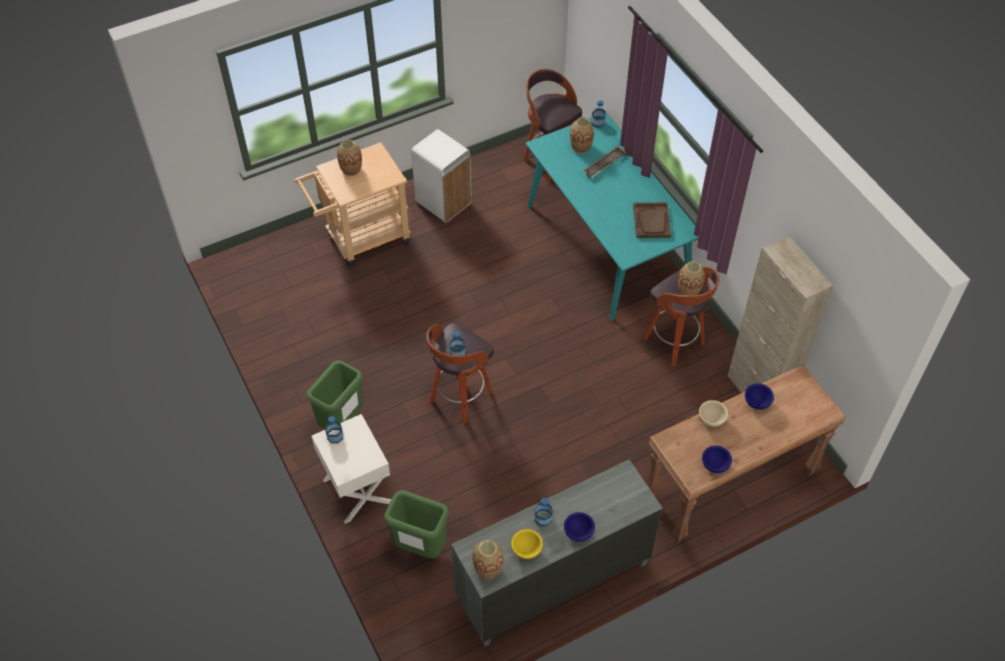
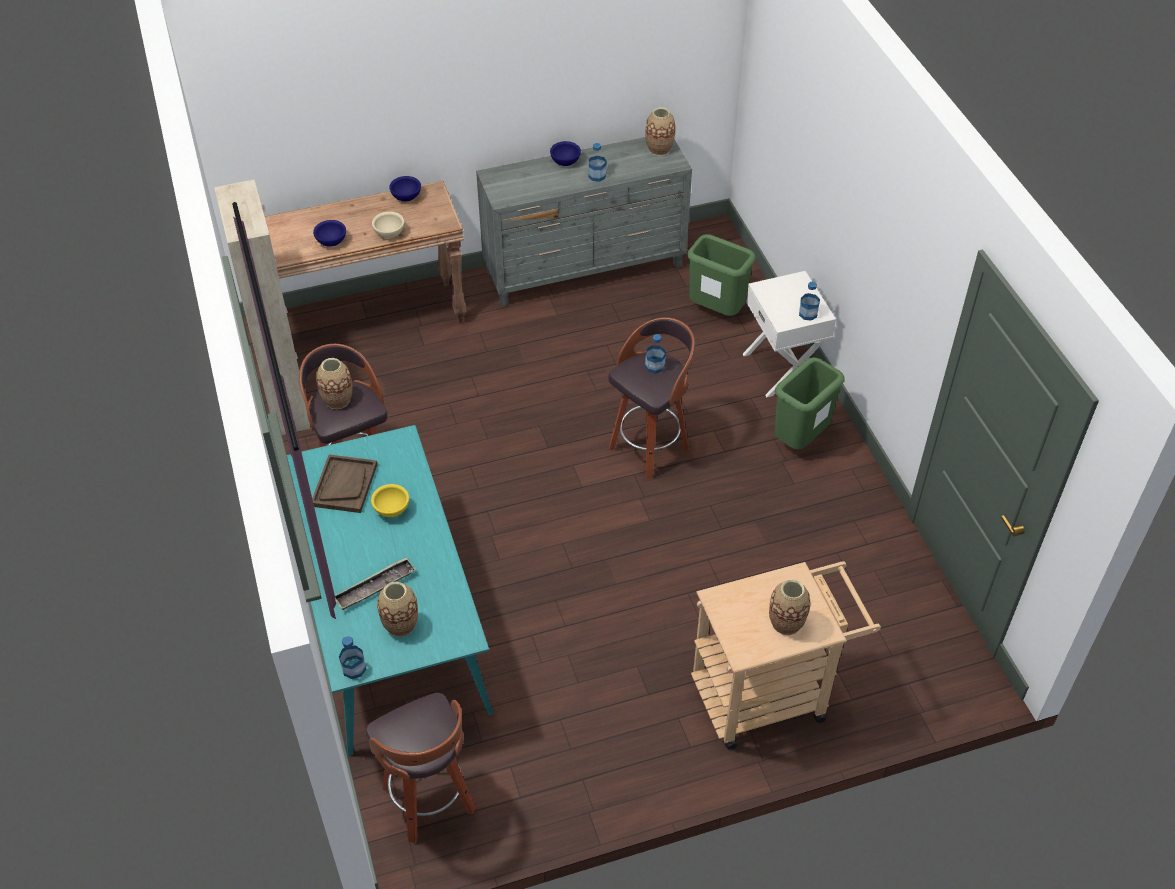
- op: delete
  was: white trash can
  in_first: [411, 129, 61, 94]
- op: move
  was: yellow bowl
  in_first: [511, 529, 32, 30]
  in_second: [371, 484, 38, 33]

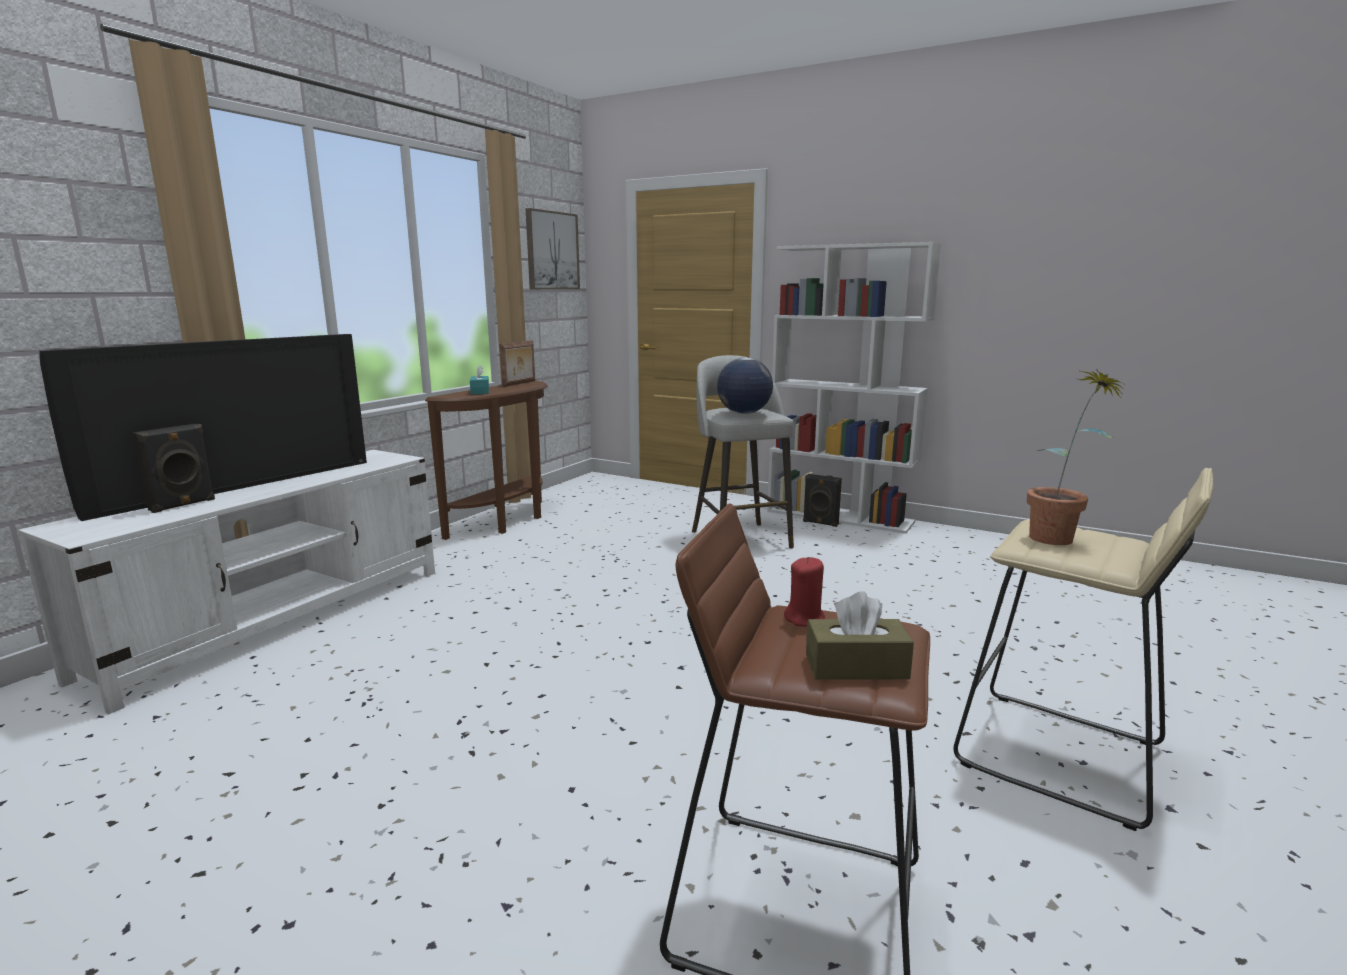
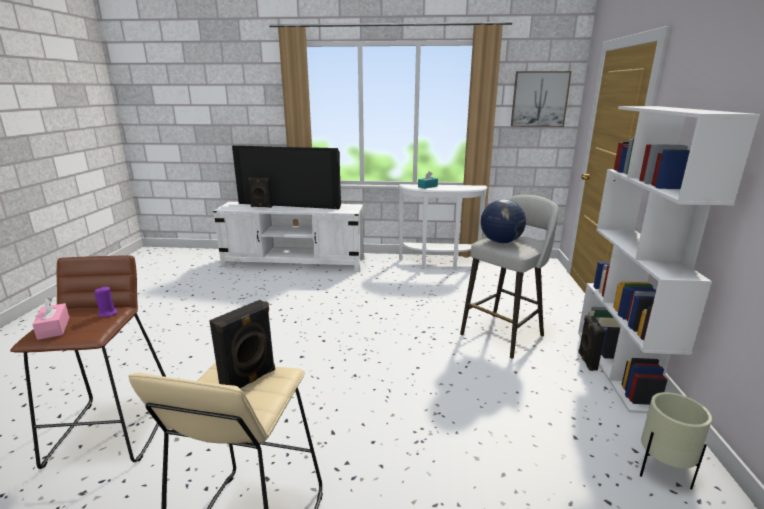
- op: recolor
  was: brown console table
  now: white console table
  in_first: [425, 380, 122, 160]
  in_second: [398, 184, 89, 86]
- op: delete
  was: picture frame
  in_first: [499, 340, 36, 47]
- op: recolor
  was: red candle
  now: purple candle
  in_first: [784, 557, 41, 69]
  in_second: [94, 286, 24, 31]
- op: recolor
  was: brown tissue box
  now: pink tissue box
  in_first: [806, 591, 108, 89]
  in_second: [32, 298, 38, 42]
- op: replace
  was: potted plant
  now: black speaker
  in_first: [1027, 369, 99, 176]
  in_second: [209, 300, 66, 88]
- op: insert
  now: beige planter
  in_second: [640, 392, 72, 98]

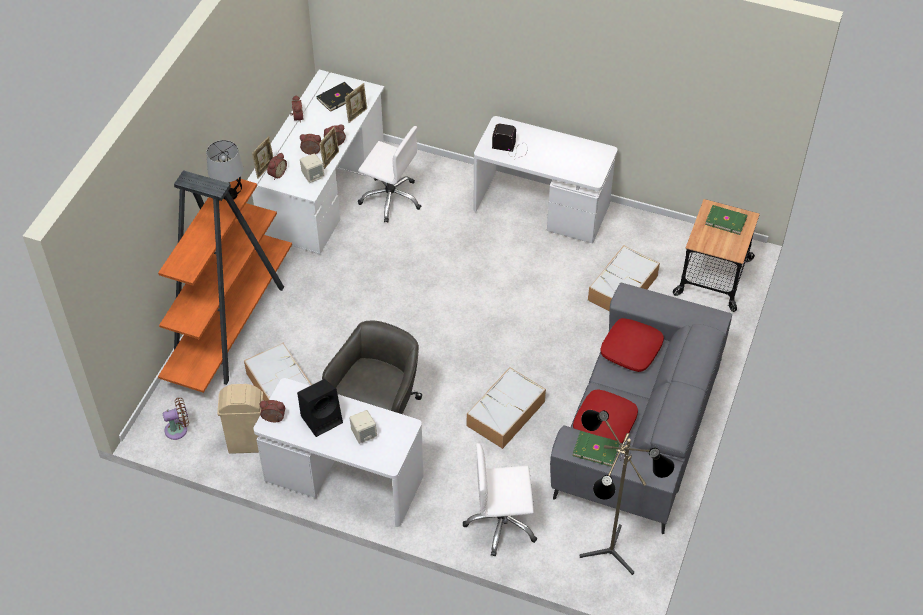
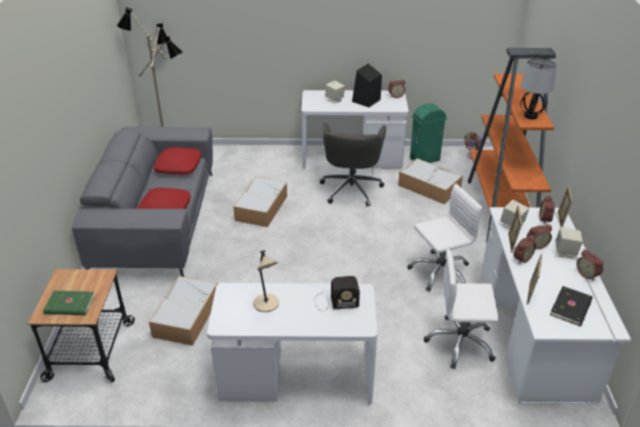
- op: recolor
  was: beige trash can
  now: green trash can
  in_first: [217, 384, 46, 70]
  in_second: [410, 103, 37, 60]
- op: move
  was: white office chair
  in_first: [463, 443, 74, 113]
  in_second: [407, 184, 76, 108]
- op: delete
  was: green book
  in_first: [572, 431, 47, 36]
- op: insert
  now: beige table lamp
  in_second: [253, 250, 26, 62]
- op: insert
  now: beige speaker
  in_second: [555, 227, 28, 31]

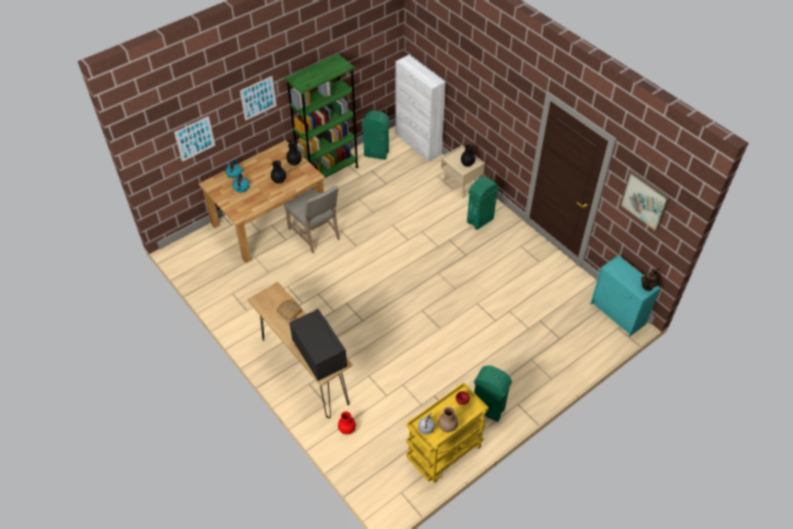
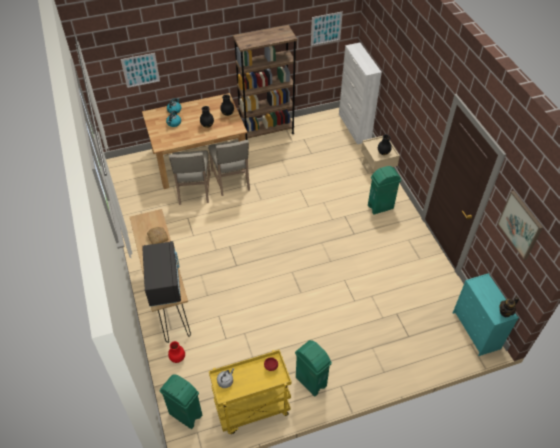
- op: move
  was: picture
  in_first: [240, 76, 37, 45]
  in_second: [311, 12, 32, 34]
- op: recolor
  was: green bookcase
  now: brown bookcase
  in_first: [285, 53, 73, 136]
  in_second: [233, 25, 64, 115]
- op: move
  was: green trash can
  in_first: [362, 110, 28, 50]
  in_second: [160, 374, 42, 55]
- op: delete
  was: brown vase
  in_first: [438, 407, 20, 25]
- op: insert
  now: beige chair
  in_second: [169, 150, 42, 55]

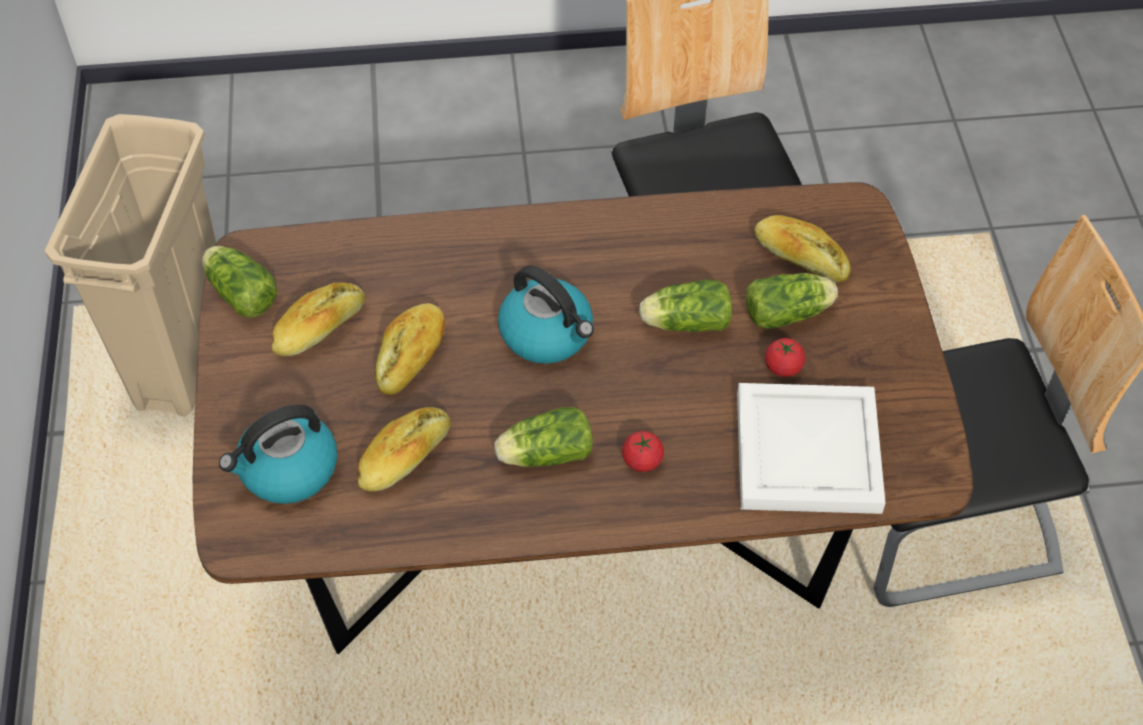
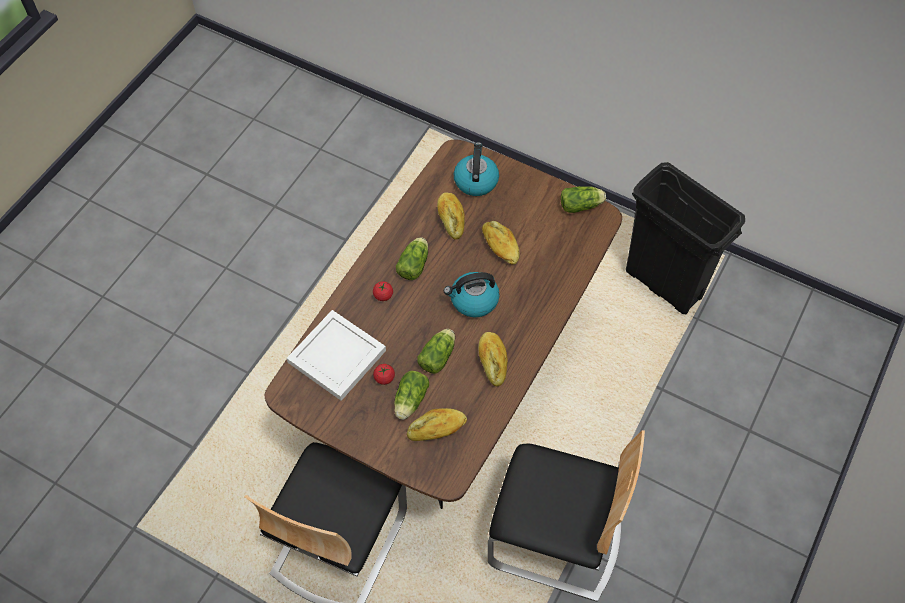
- op: recolor
  was: beige trash can
  now: black trash can
  in_first: [45, 114, 171, 303]
  in_second: [626, 162, 119, 152]
- op: move
  was: bread
  in_first: [271, 282, 94, 74]
  in_second: [479, 332, 28, 55]

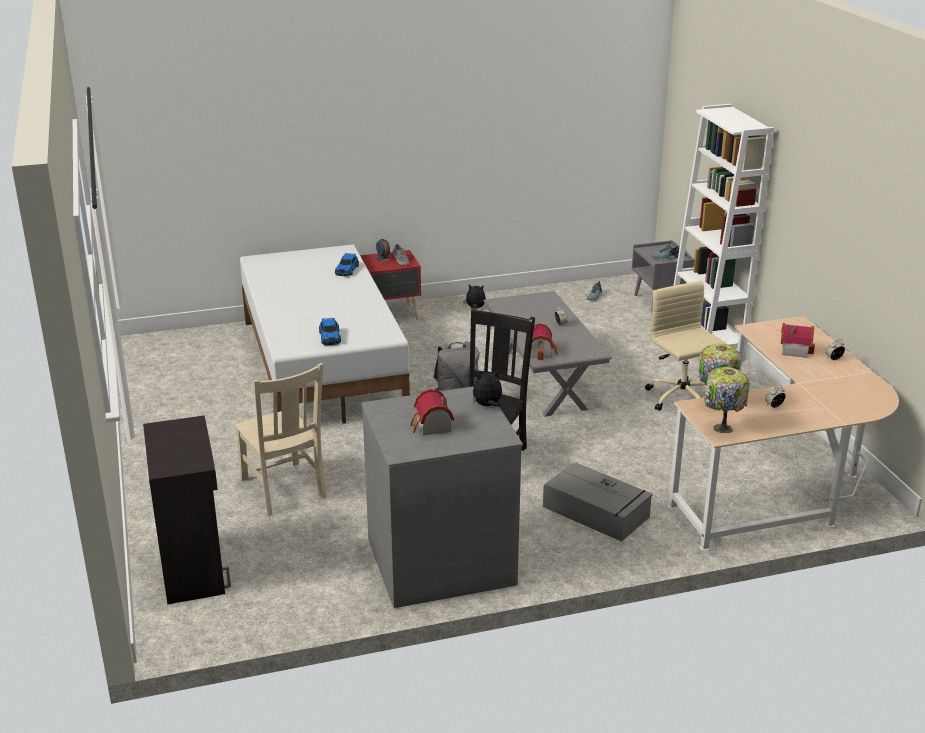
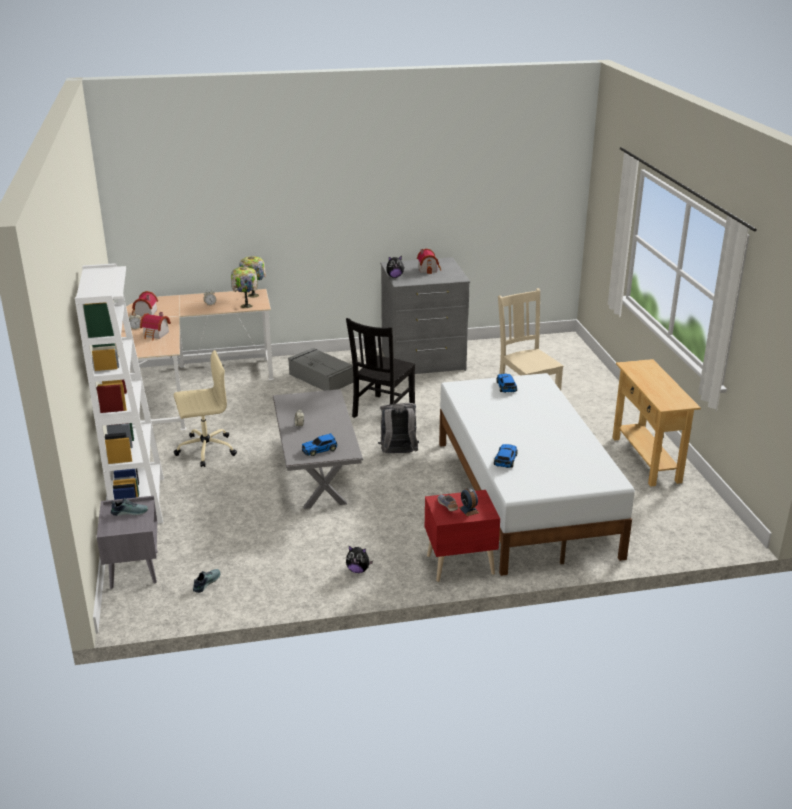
- op: delete
  was: black cabinet
  in_first: [143, 415, 88, 189]
- op: move
  was: toy house
  in_first: [526, 323, 32, 37]
  in_second: [132, 291, 26, 26]
- op: rotate
  was: beige office chair
  in_first: [645, 281, 81, 130]
  in_second: [174, 350, 63, 117]
  clockwise: -90
- op: insert
  now: toy car
  in_second: [302, 433, 36, 23]
- op: insert
  now: beige console table
  in_second: [612, 359, 89, 128]

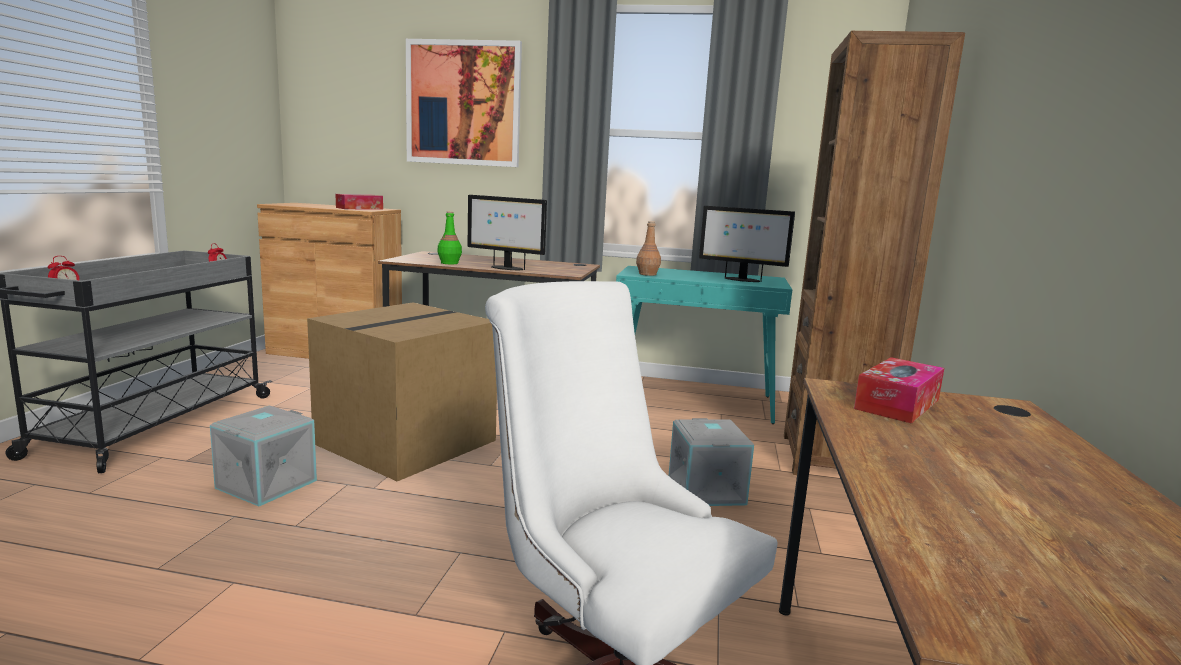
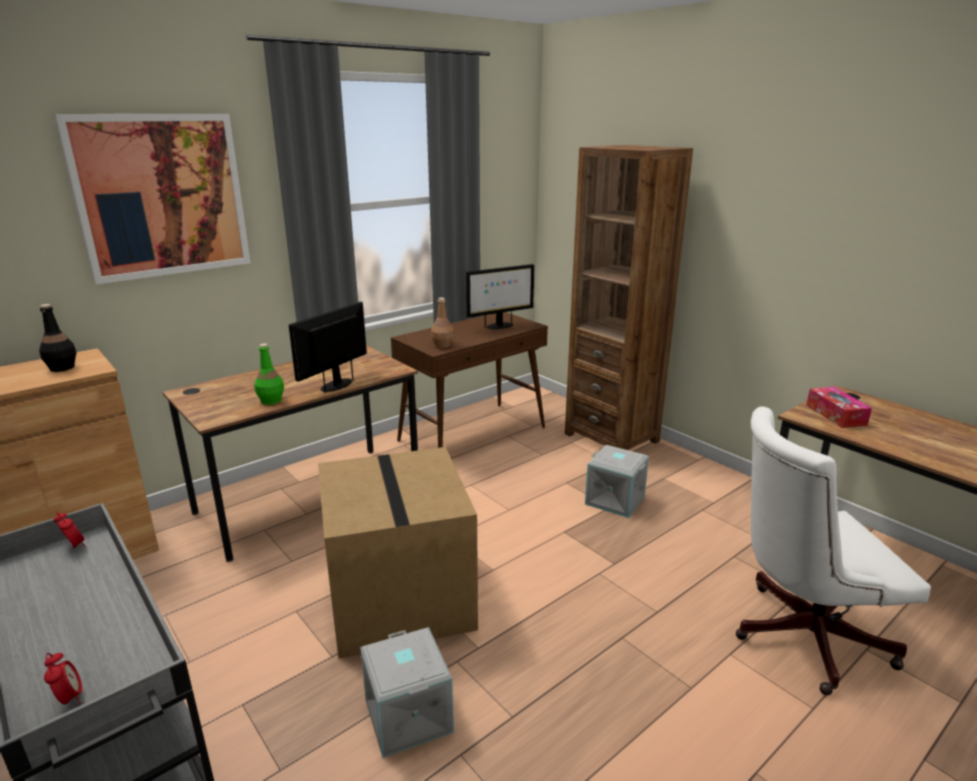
- op: replace
  was: tissue box
  now: black bottle
  in_first: [335, 194, 48, 16]
  in_second: [39, 304, 37, 68]
- op: rotate
  was: monitor
  in_first: [468, 195, 79, 75]
  in_second: [289, 302, 78, 91]
  clockwise: 150
- op: recolor
  was: turquoise console table
  now: brown console table
  in_first: [616, 266, 176, 158]
  in_second: [391, 312, 157, 136]

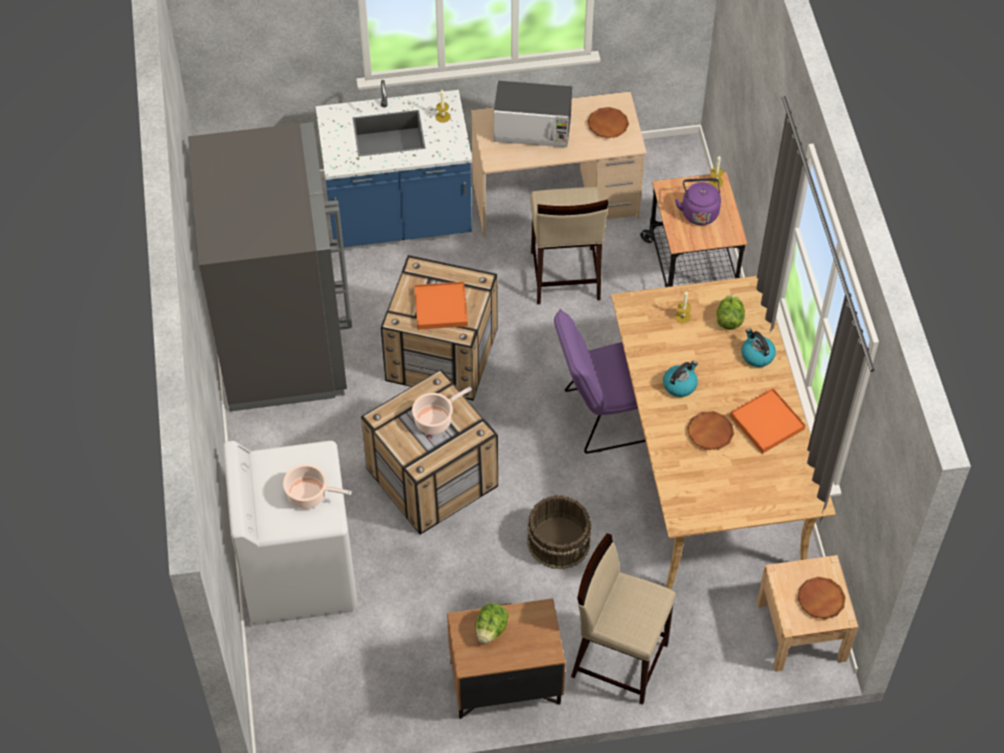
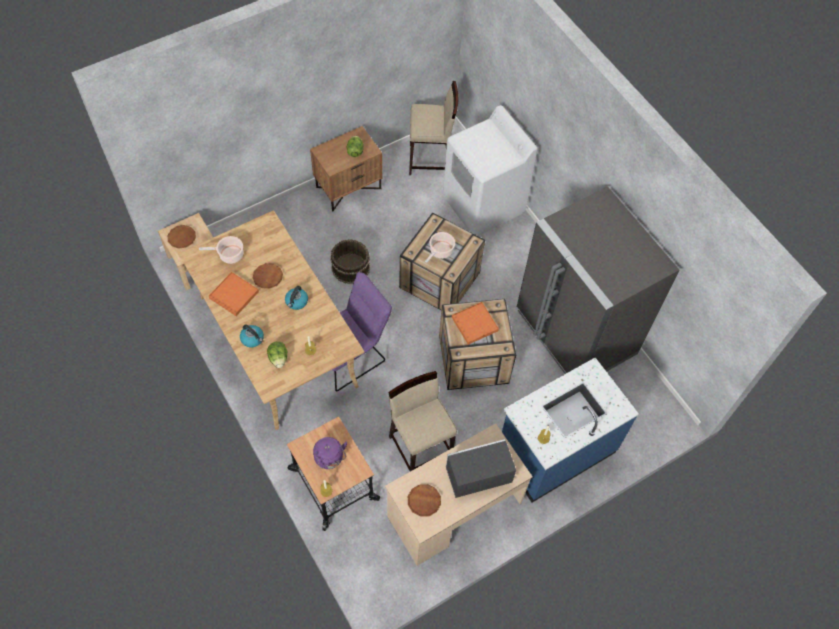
- op: move
  was: cooking pot
  in_first: [283, 464, 69, 45]
  in_second: [199, 236, 44, 28]
- op: move
  was: beige stool
  in_first: [571, 534, 105, 171]
  in_second: [409, 81, 49, 94]

